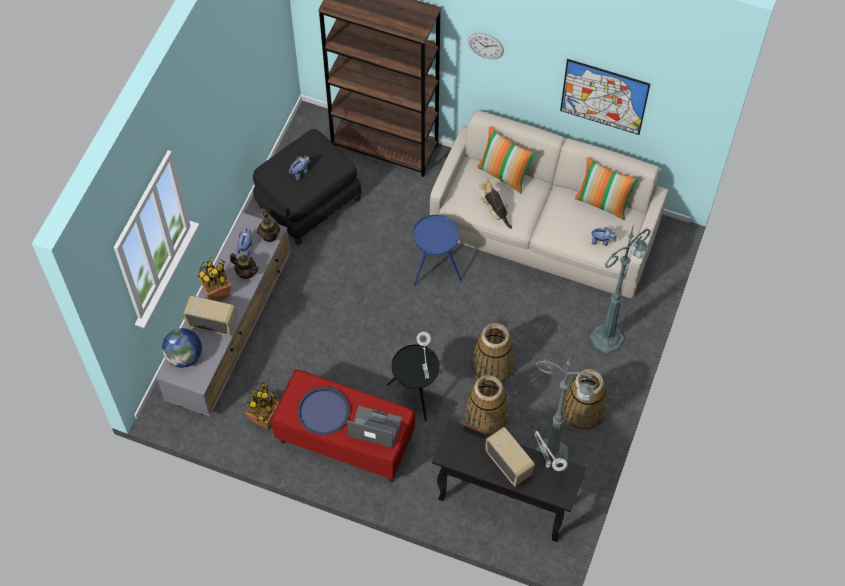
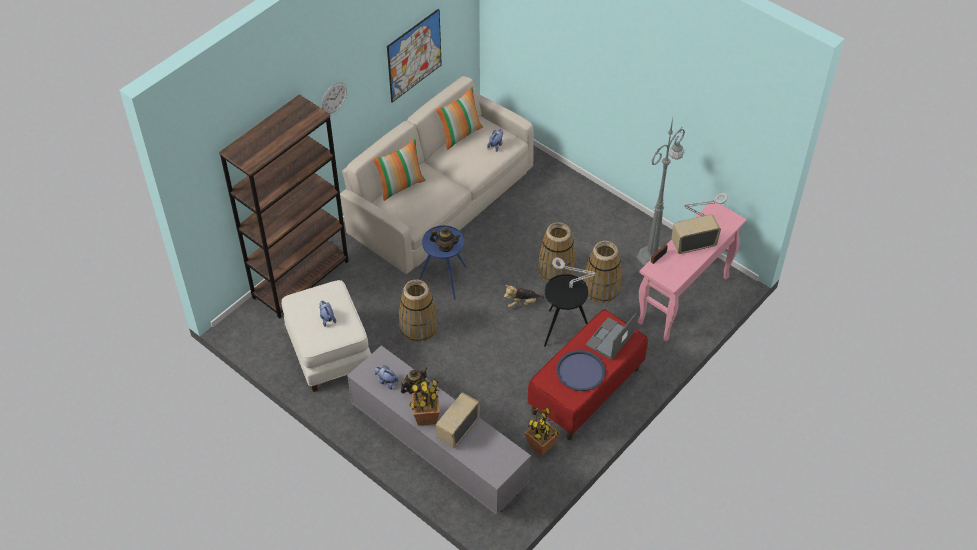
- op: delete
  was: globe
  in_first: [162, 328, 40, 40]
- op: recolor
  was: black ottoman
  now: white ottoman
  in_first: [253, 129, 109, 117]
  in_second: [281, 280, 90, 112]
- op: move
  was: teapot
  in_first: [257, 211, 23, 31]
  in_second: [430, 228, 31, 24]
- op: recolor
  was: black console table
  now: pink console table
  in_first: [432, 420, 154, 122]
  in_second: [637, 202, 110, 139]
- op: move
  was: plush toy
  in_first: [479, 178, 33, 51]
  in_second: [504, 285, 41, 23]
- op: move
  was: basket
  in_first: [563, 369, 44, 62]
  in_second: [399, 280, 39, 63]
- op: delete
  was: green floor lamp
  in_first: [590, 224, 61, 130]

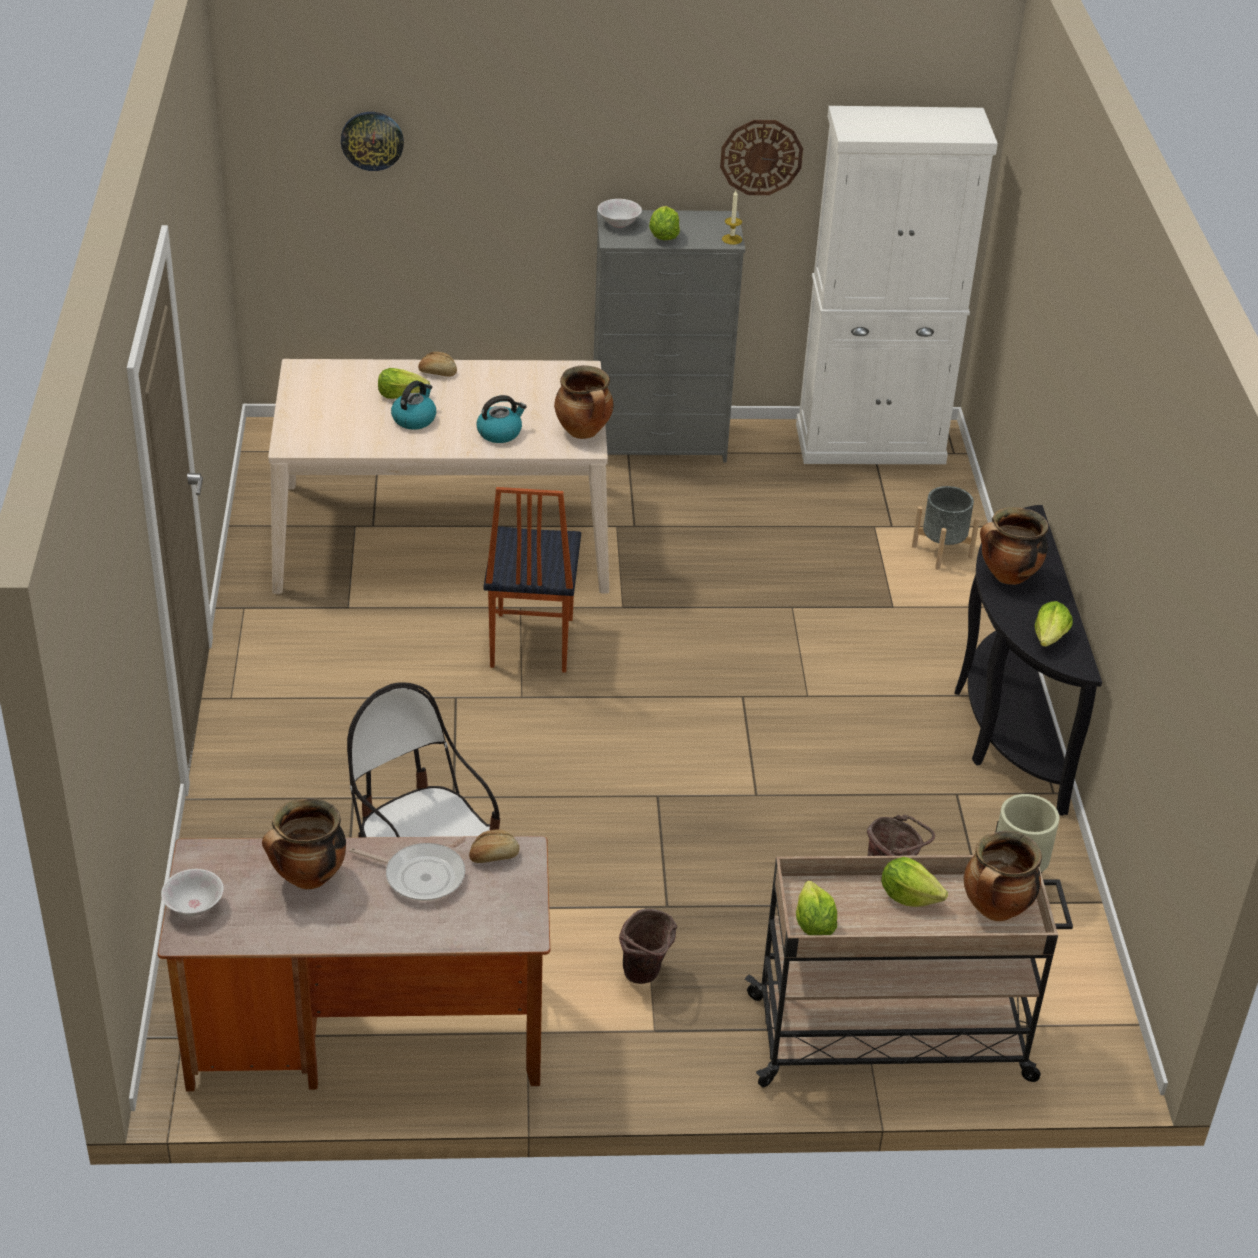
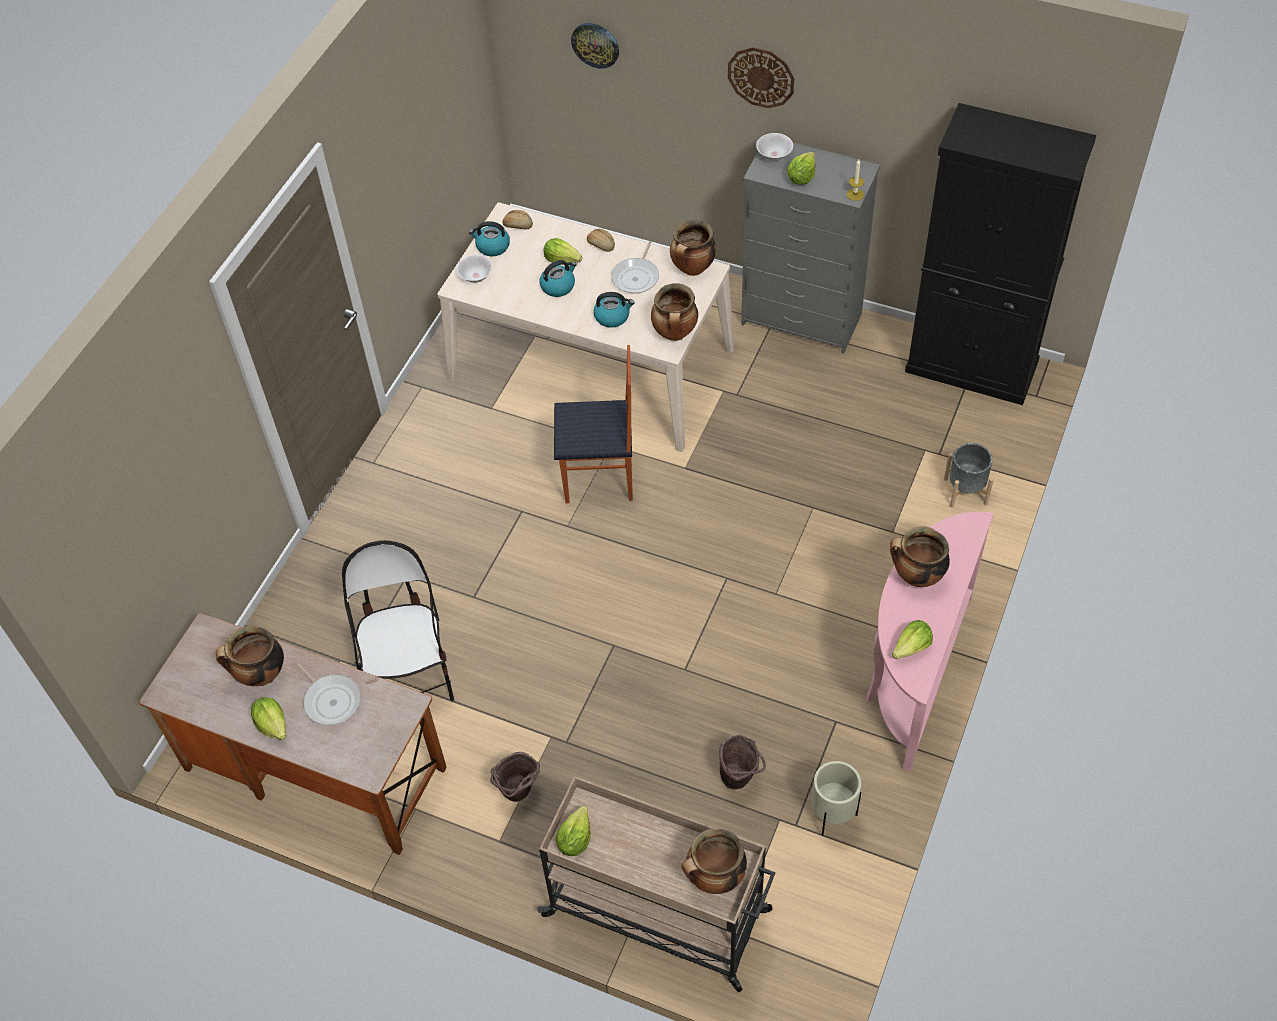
- op: move
  was: white bowl
  in_first: [161, 869, 63, 47]
  in_second: [456, 255, 37, 28]
- op: move
  was: bread
  in_first: [469, 830, 50, 33]
  in_second: [502, 210, 31, 19]
- op: rotate
  was: chair
  in_first: [484, 487, 97, 185]
  in_second: [554, 345, 79, 158]
  clockwise: -120
- op: move
  was: wall clock
  in_first: [720, 120, 83, 75]
  in_second: [728, 47, 66, 61]
- op: recolor
  was: white cabinet
  now: black cabinet
  in_first: [796, 106, 202, 358]
  in_second: [905, 103, 191, 302]
- op: move
  was: lettuce
  in_first: [881, 857, 67, 50]
  in_second: [251, 697, 35, 43]
- op: recolor
  was: black console table
  now: pink console table
  in_first: [954, 505, 148, 311]
  in_second: [867, 512, 127, 259]
- op: insert
  now: kettle
  in_second: [469, 221, 41, 35]
- op: insert
  now: frying pan
  in_second: [611, 241, 48, 52]
- op: insert
  now: cooking pot
  in_second: [670, 220, 46, 56]

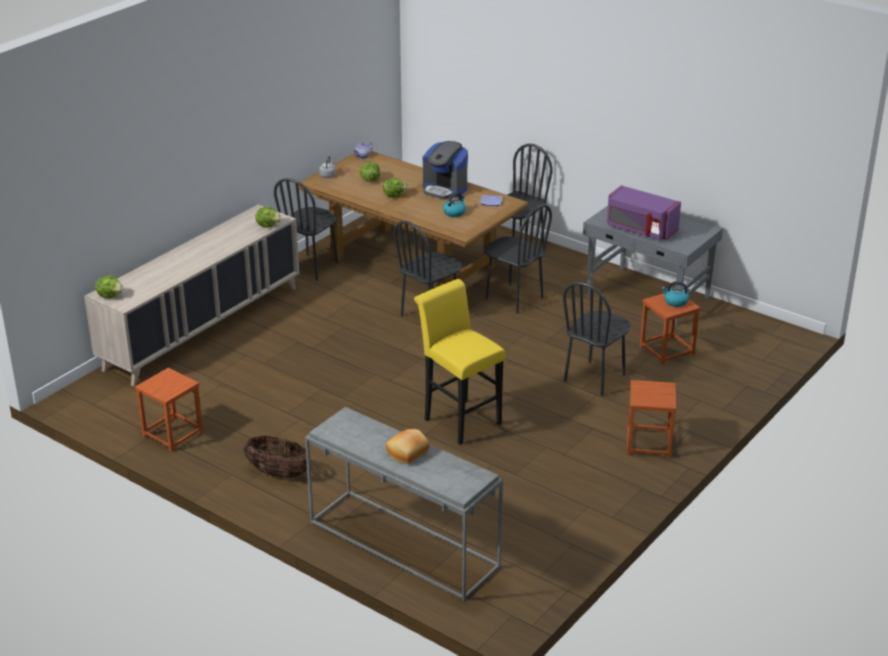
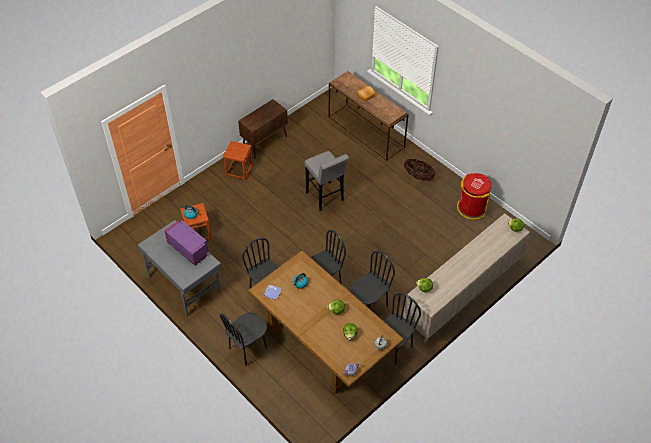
- op: replace
  was: brown stool
  now: red trash can
  in_first: [135, 367, 68, 85]
  in_second: [457, 173, 35, 47]
- op: recolor
  was: grey console table
  now: brown console table
  in_first: [305, 407, 198, 194]
  in_second: [329, 71, 80, 90]
- op: recolor
  was: yellow stool
  now: grey stool
  in_first: [414, 279, 91, 166]
  in_second: [305, 151, 44, 60]
- op: delete
  was: coffee machine
  in_first: [422, 141, 46, 58]
- op: move
  was: black chair
  in_first: [563, 282, 68, 114]
  in_second: [351, 251, 44, 58]
- op: insert
  now: brown cabinet
  in_second: [238, 99, 50, 60]

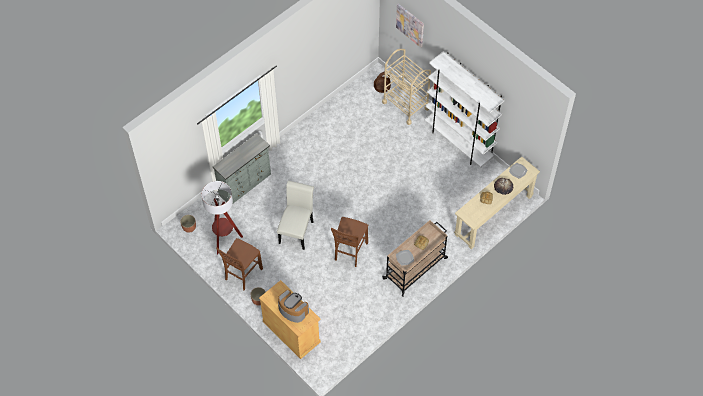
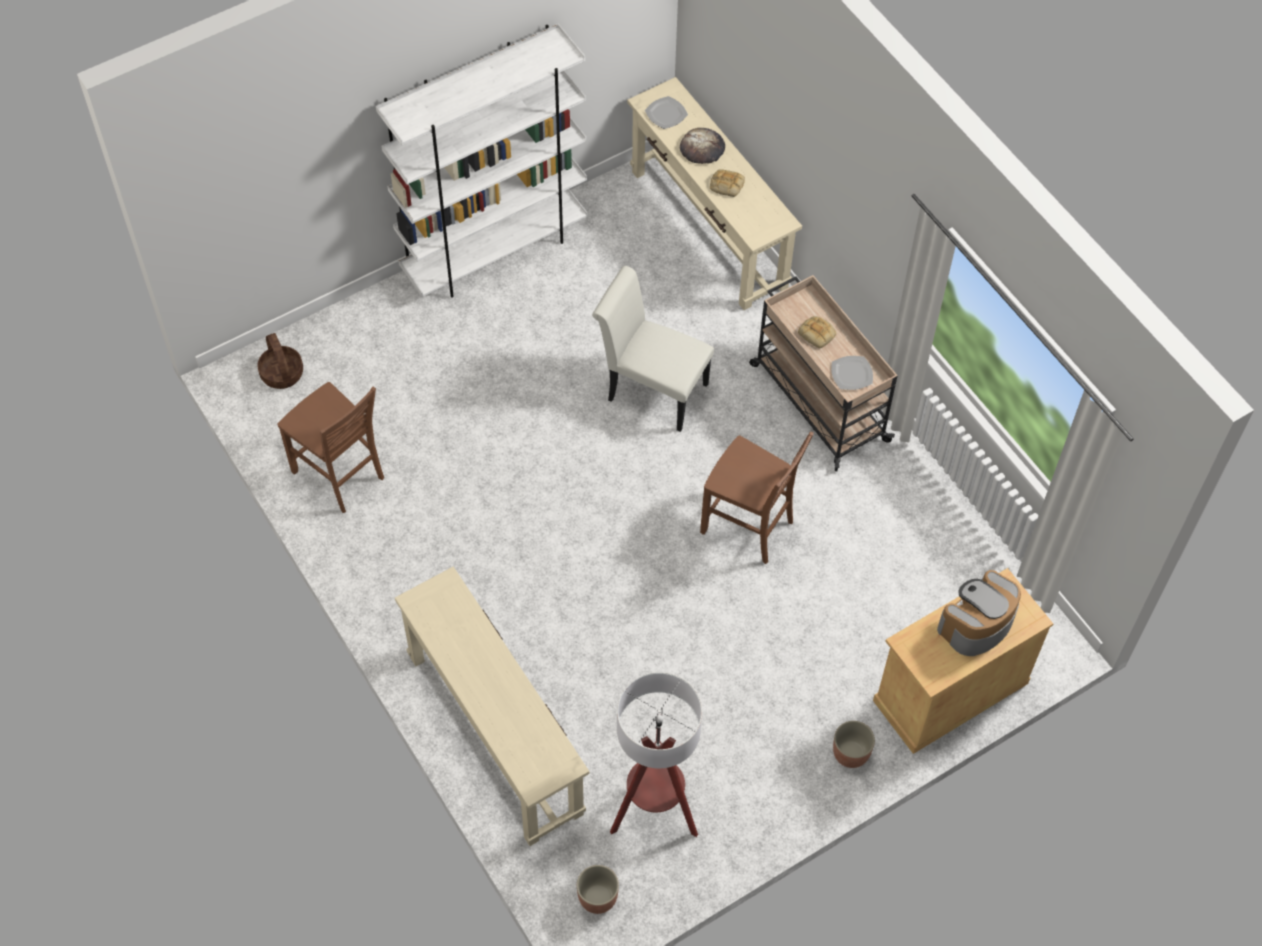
- op: replace
  was: grey dresser
  now: beige console table
  in_first: [213, 133, 58, 70]
  in_second: [395, 567, 194, 279]
- op: move
  was: brown chair
  in_first: [216, 238, 47, 53]
  in_second: [277, 382, 107, 131]
- op: move
  was: white chair
  in_first: [277, 181, 37, 69]
  in_second: [592, 266, 122, 166]
- op: delete
  was: beige cart
  in_first: [382, 49, 49, 76]
- op: delete
  was: picture
  in_first: [396, 3, 28, 45]

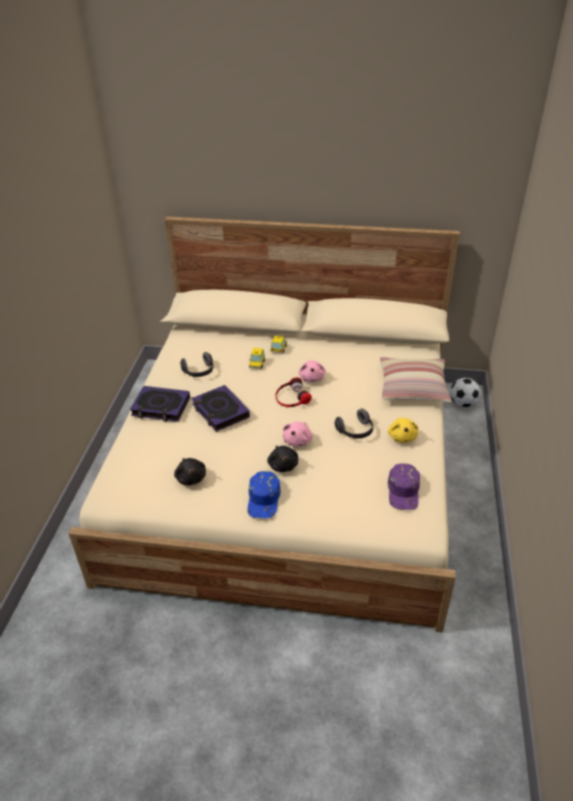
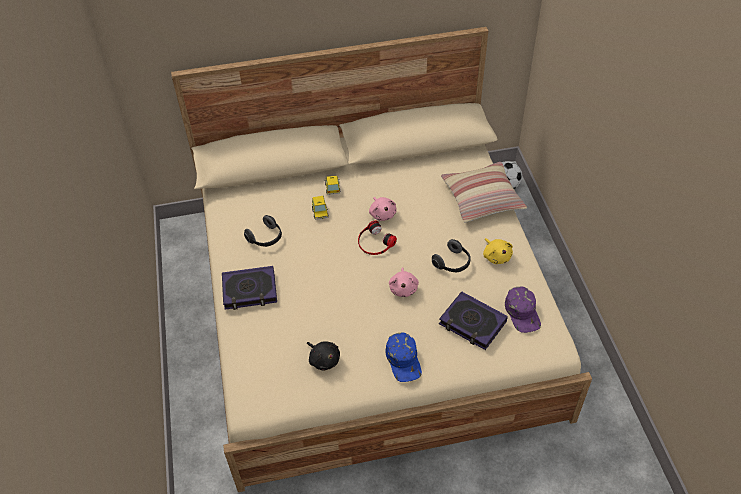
- op: move
  was: book
  in_first: [192, 385, 58, 47]
  in_second: [439, 291, 69, 59]
- op: delete
  was: black plush toy
  in_first: [267, 445, 31, 27]

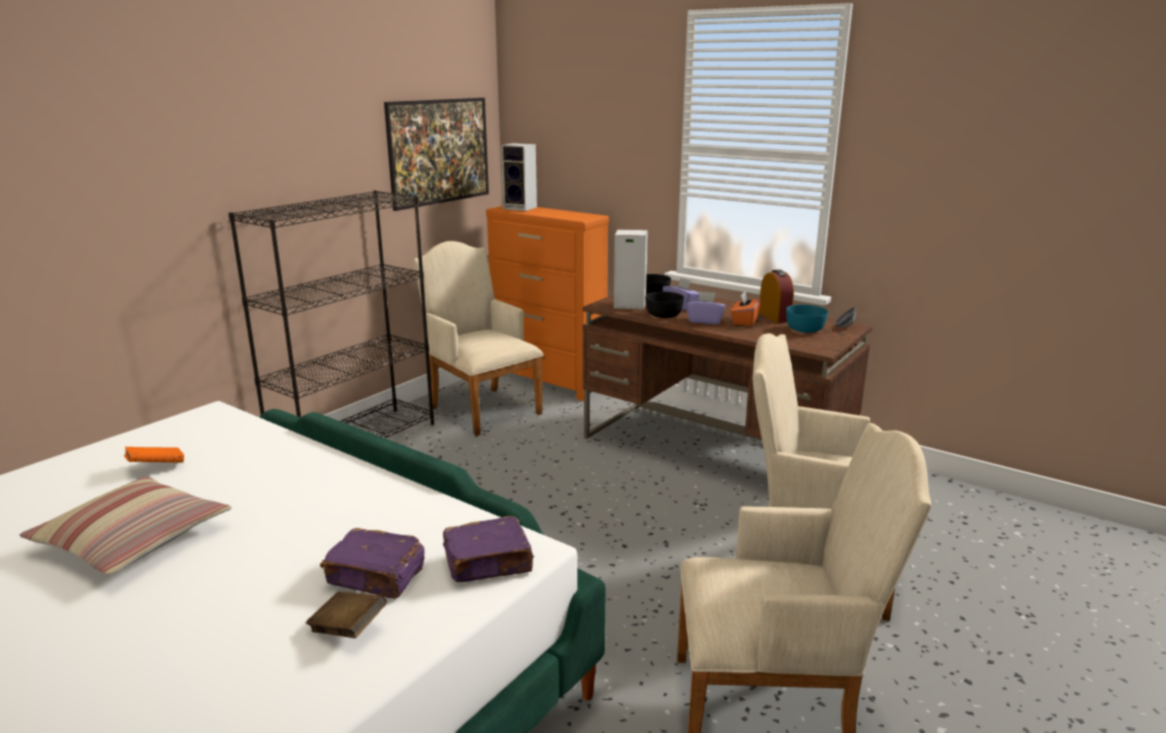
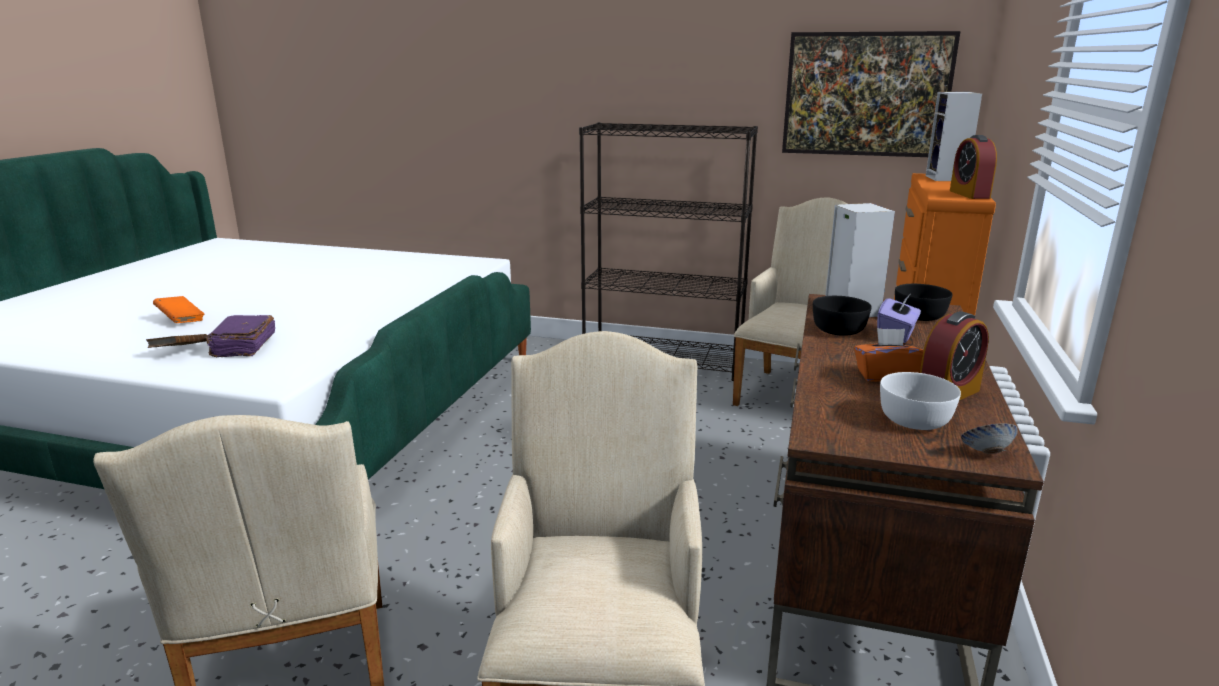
- op: delete
  was: pillow
  in_first: [19, 476, 213, 99]
- op: move
  was: orange book
  in_first: [124, 447, 60, 16]
  in_second: [153, 296, 51, 27]
- op: delete
  was: purple book
  in_first: [443, 516, 91, 66]
- op: delete
  was: purple tissue box
  in_first: [686, 291, 39, 33]
- op: recolor
  was: turquoise bowl
  now: white bowl
  in_first: [786, 304, 42, 29]
  in_second: [880, 372, 81, 58]
- op: insert
  now: alarm clock
  in_second: [950, 135, 47, 64]

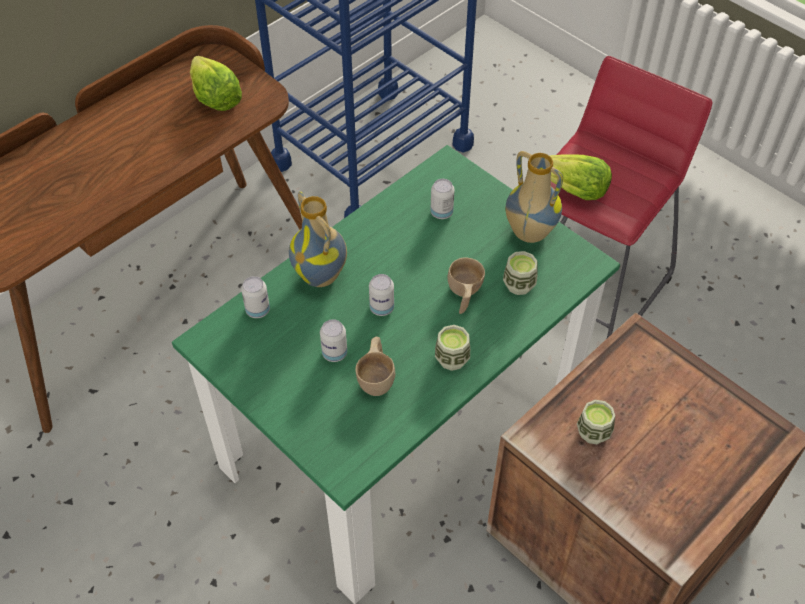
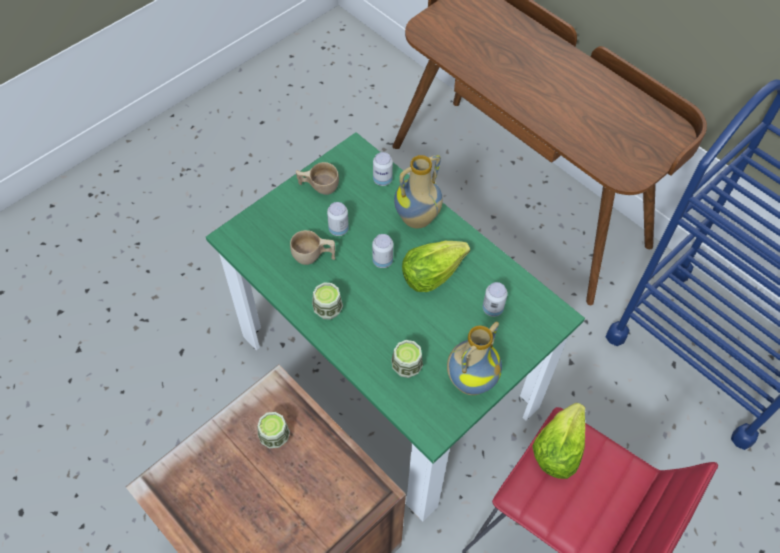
- op: move
  was: lettuce
  in_first: [190, 56, 52, 55]
  in_second: [402, 241, 68, 51]
- op: move
  was: beige cup
  in_first: [448, 258, 37, 56]
  in_second: [296, 162, 43, 33]

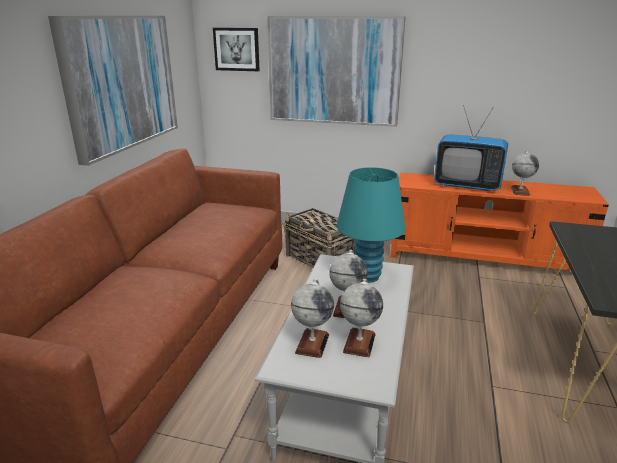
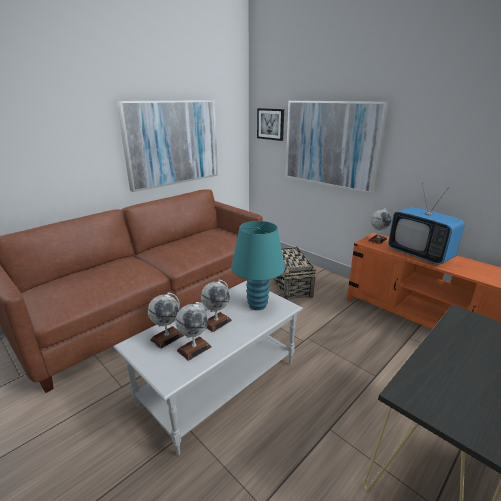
- op: move
  was: globe
  in_first: [511, 151, 28, 45]
  in_second: [368, 208, 24, 36]

